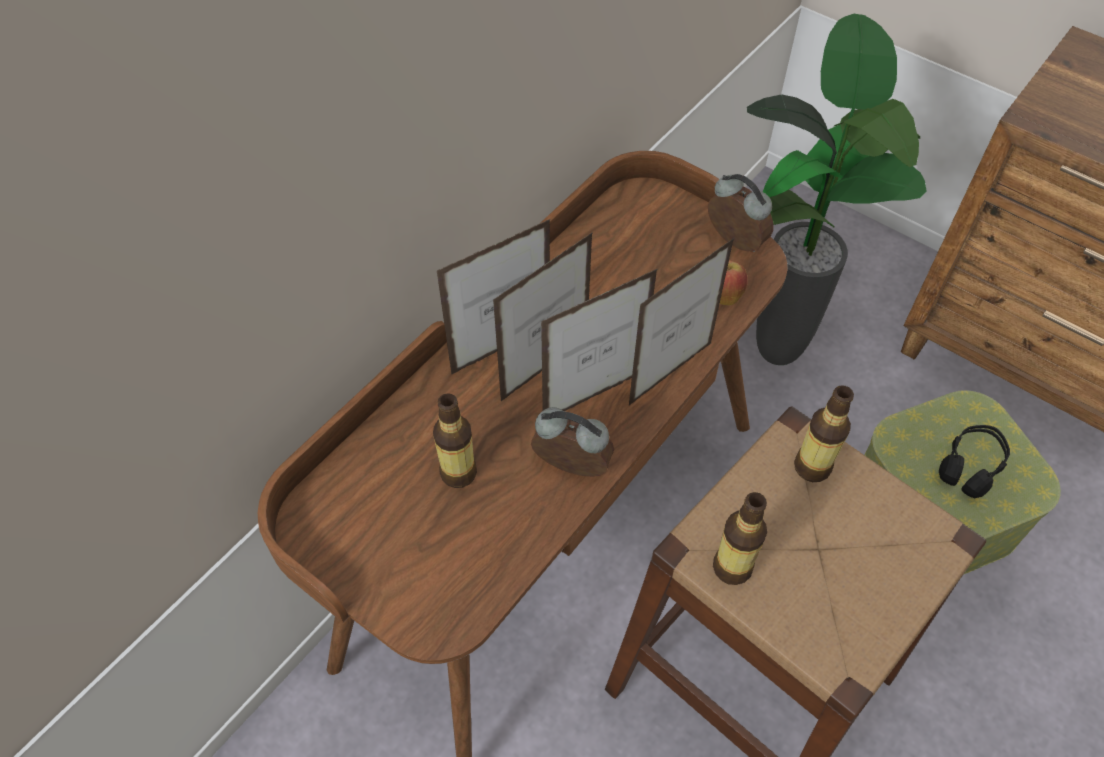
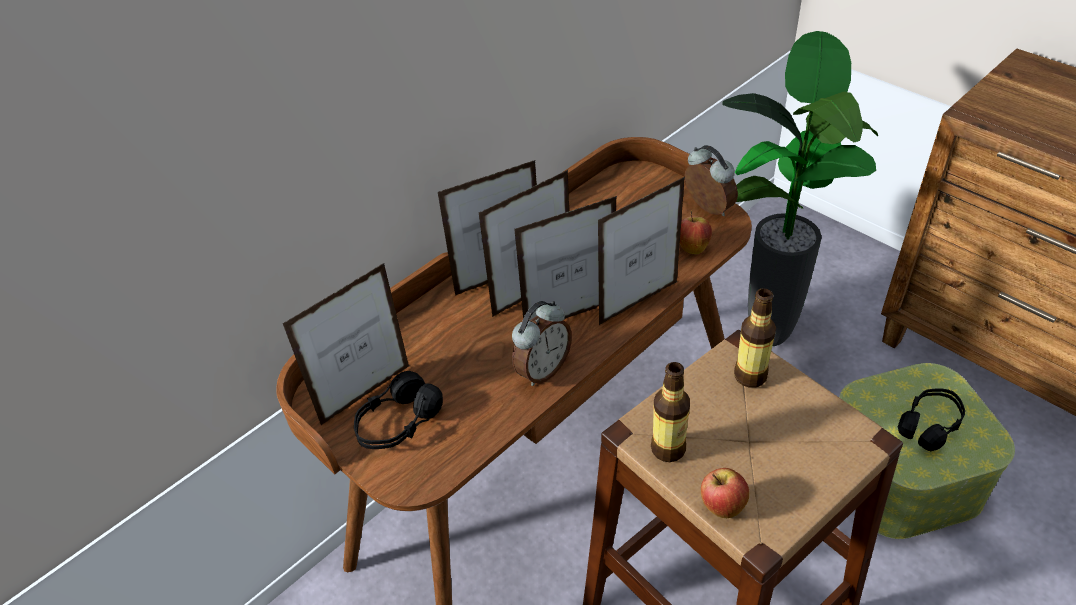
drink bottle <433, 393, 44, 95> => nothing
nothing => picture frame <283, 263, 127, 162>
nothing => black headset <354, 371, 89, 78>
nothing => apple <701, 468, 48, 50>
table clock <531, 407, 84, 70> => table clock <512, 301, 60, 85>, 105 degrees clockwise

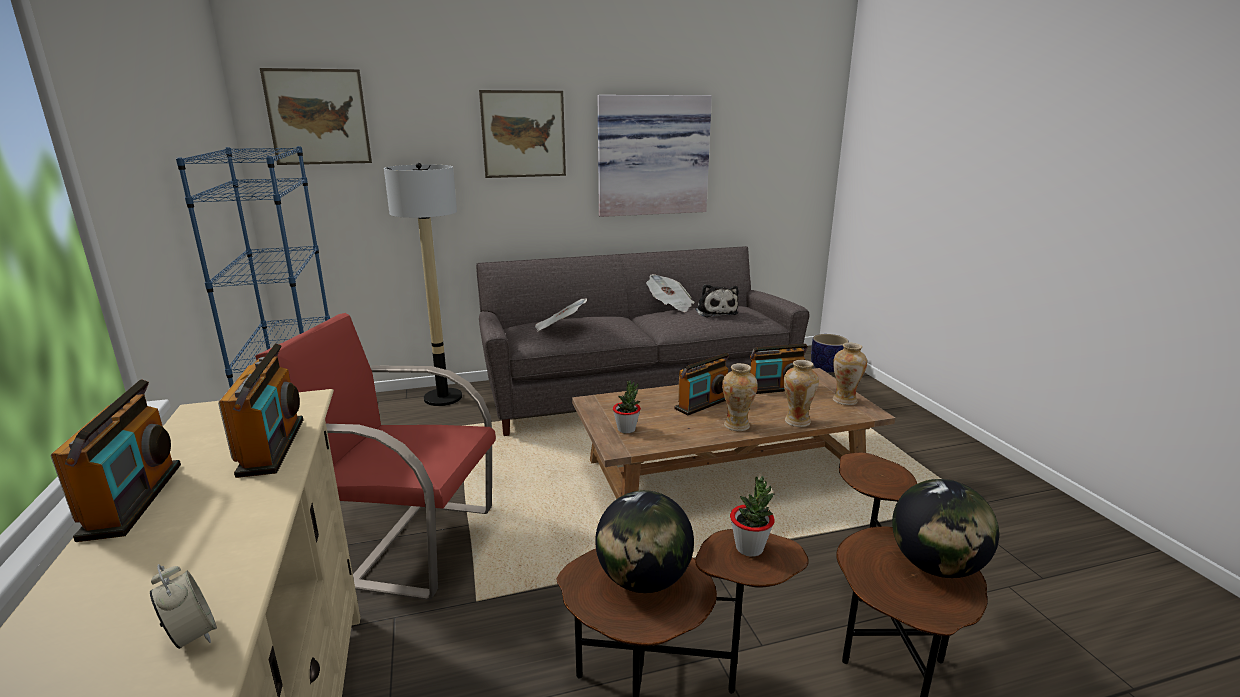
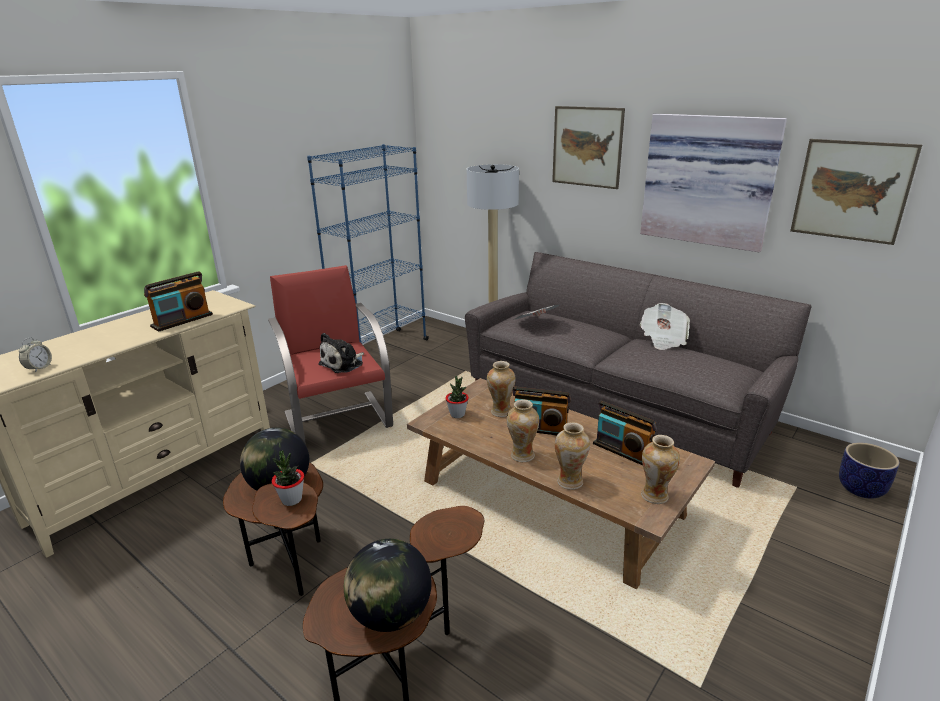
radio <51, 379, 130, 163> => nothing
nothing => decorative vase <487, 361, 29, 56>
picture <260, 68, 112, 97> => picture <790, 139, 132, 106>, shifted
cuddly toy <695, 284, 44, 33> => cuddly toy <318, 333, 46, 40>, shifted

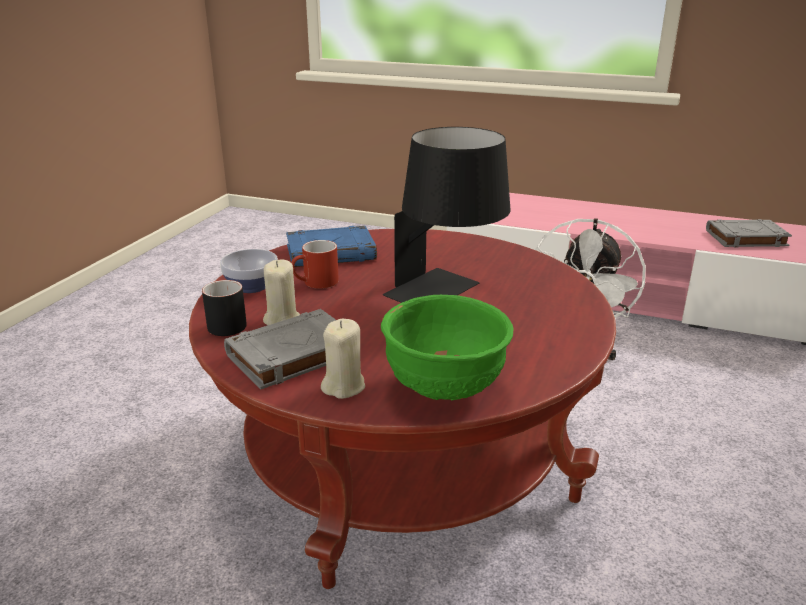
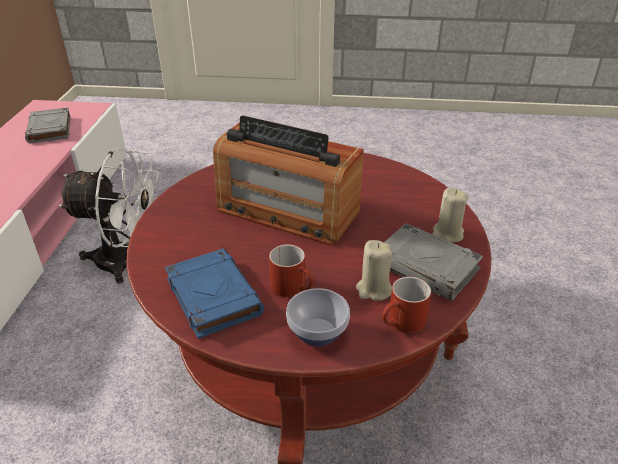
green-coloured serving bowl <381, 295, 133, 105> => nothing
black lamp for a table <383, 127, 127, 176> => radio <213, 116, 151, 130>
black tea mug <202, 280, 45, 56> => reddish tea mug <382, 277, 49, 56>

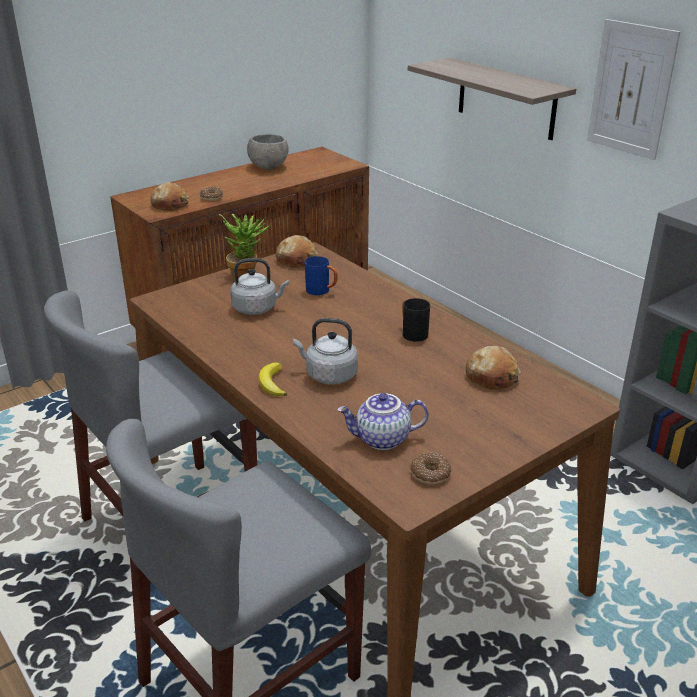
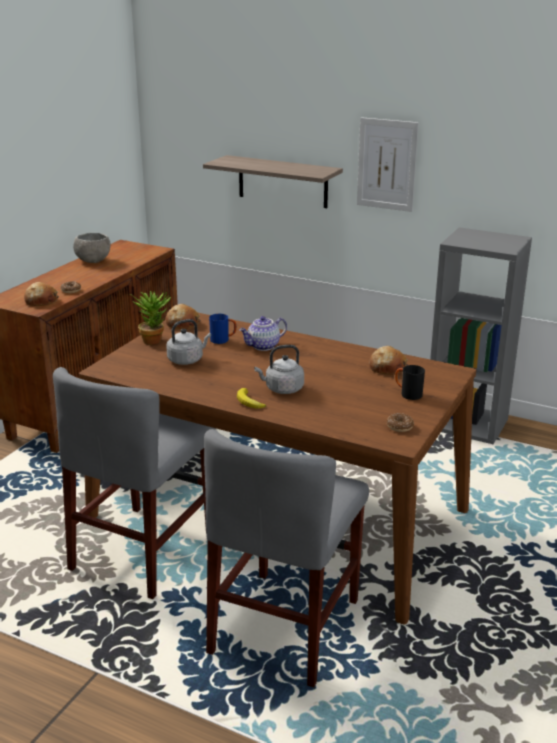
pot for tea <337, 393, 92, 57> => pot for tea <239, 316, 48, 35>, shifted
black tea mug <402, 298, 28, 44> => black tea mug <395, 365, 30, 35>, shifted

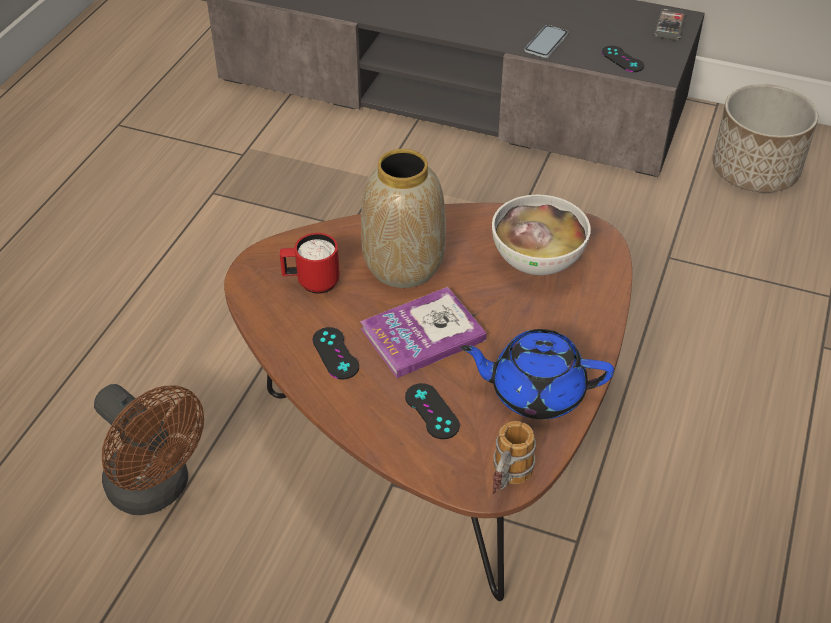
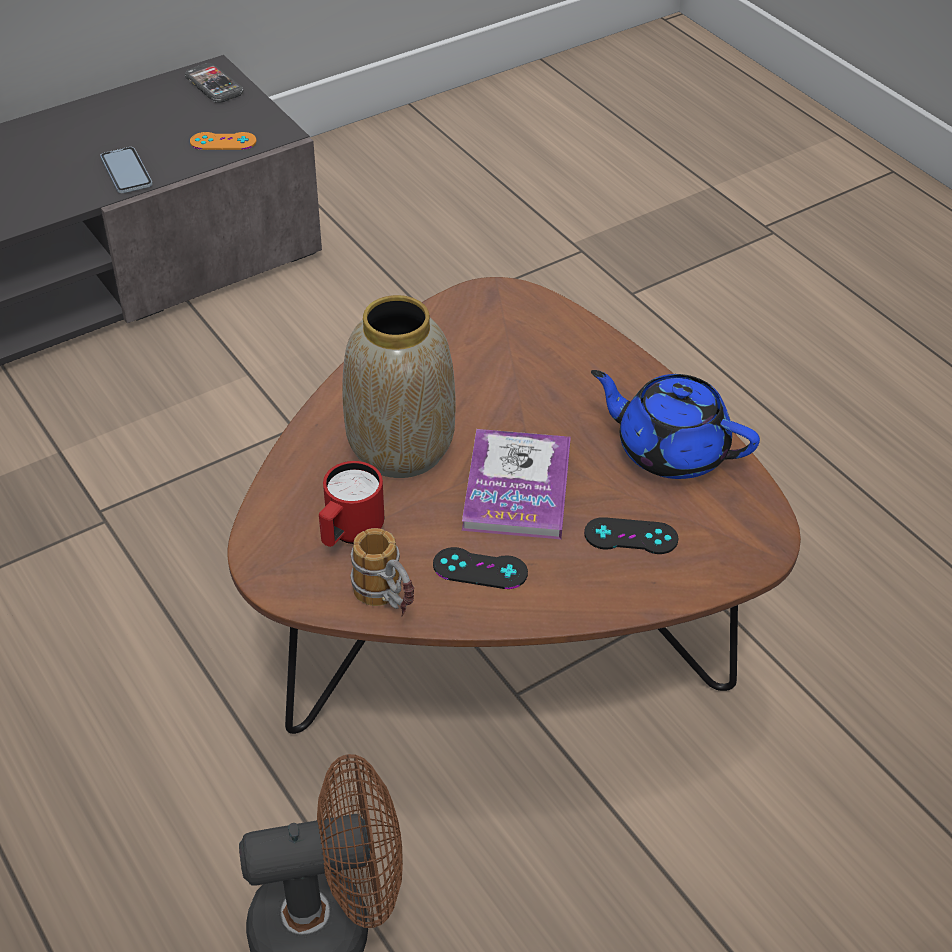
serving bowl <492, 195, 99, 80> => nothing
flower pot <712, 84, 106, 109> => nothing
tea mug <492, 421, 44, 73> => tea mug <350, 528, 64, 89>, shifted
black game controller <602, 46, 42, 26> => orange game controller <190, 132, 66, 18>
blue pot for tea <460, 329, 154, 90> => blue pot for tea <591, 370, 169, 109>, 75 degrees clockwise

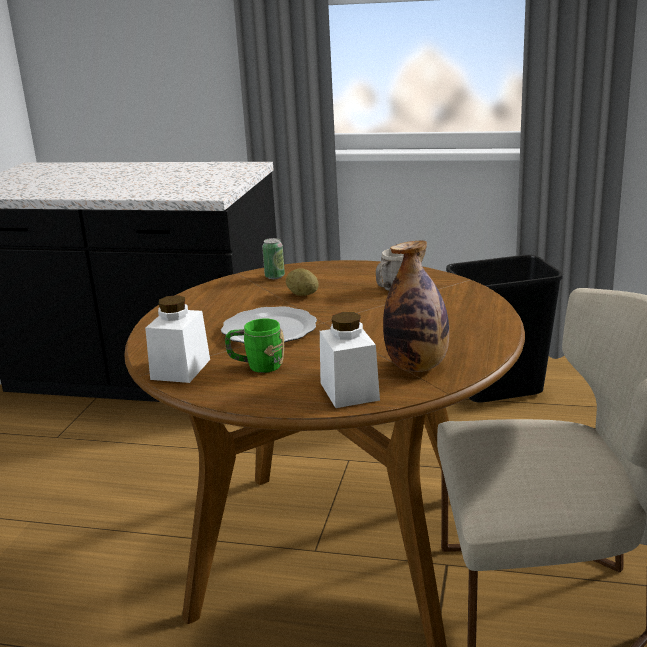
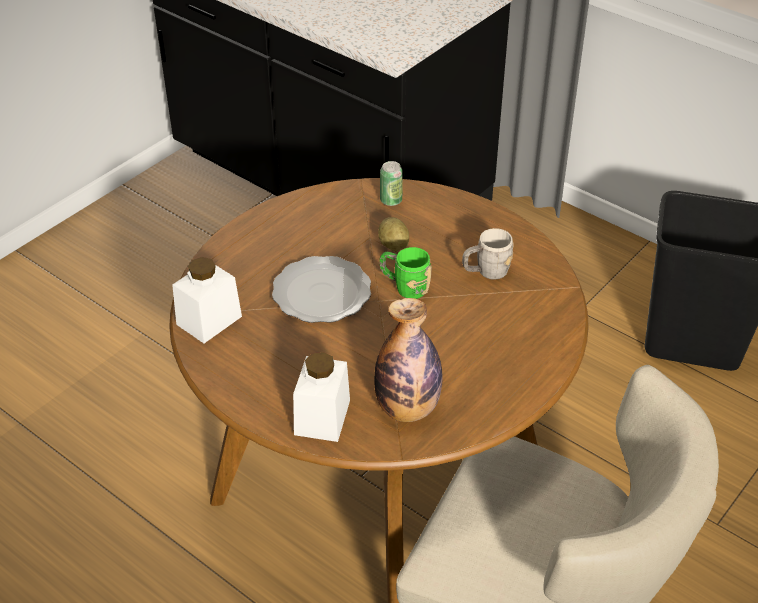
green-coloured tea mug <225, 318, 59, 55> => green-coloured tea mug <380, 247, 52, 52>, shifted

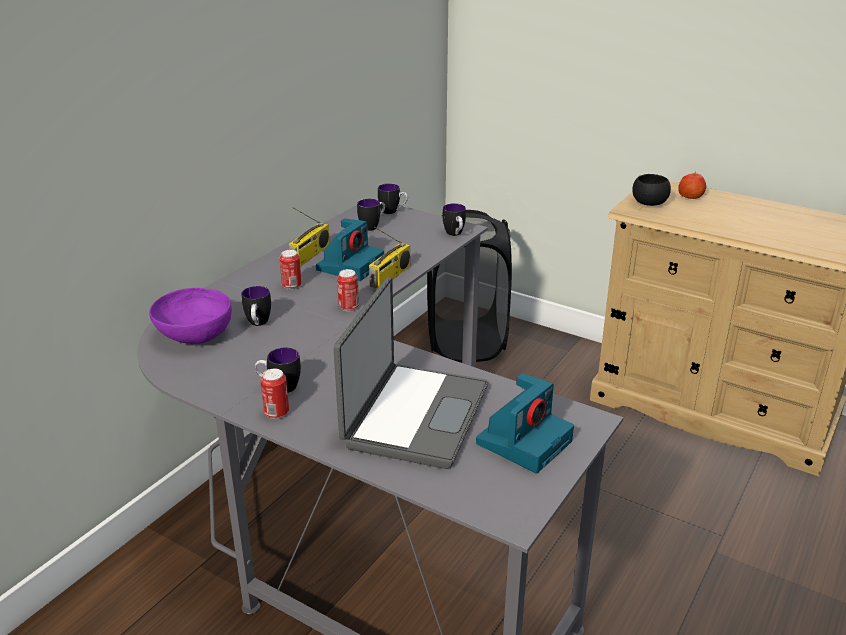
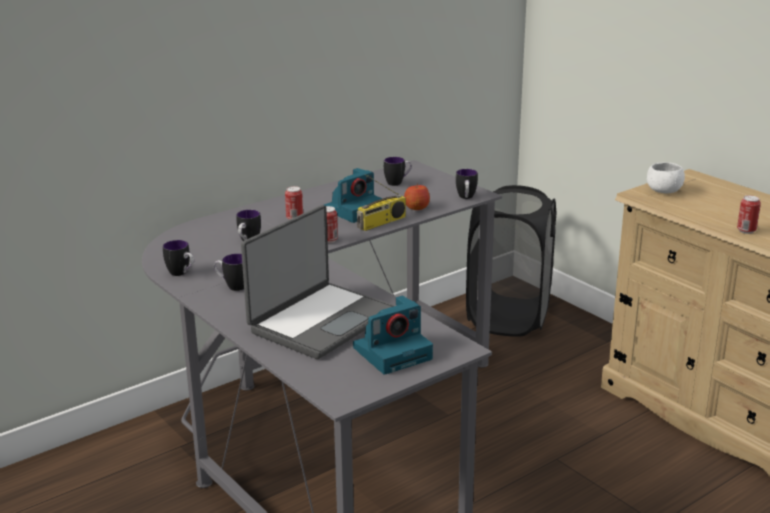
purplish serving bowl <149, 288, 83, 56> => nothing
radio <289, 207, 41, 59> => nothing
metal can <260, 369, 29, 50> => metal can <737, 195, 24, 39>, shifted
tea mug <378, 184, 30, 30> => tea mug <163, 240, 31, 36>, shifted
apple <678, 173, 28, 26> => apple <404, 183, 26, 27>, shifted
black serving bowl <632, 174, 39, 32> => white serving bowl <647, 162, 38, 31>

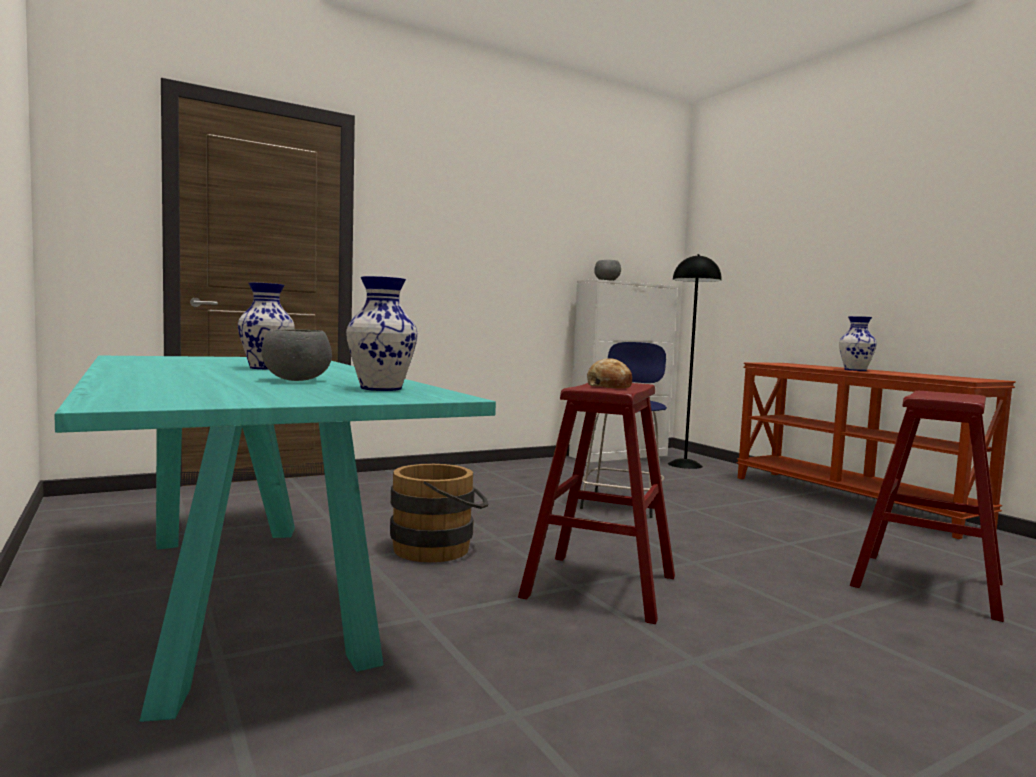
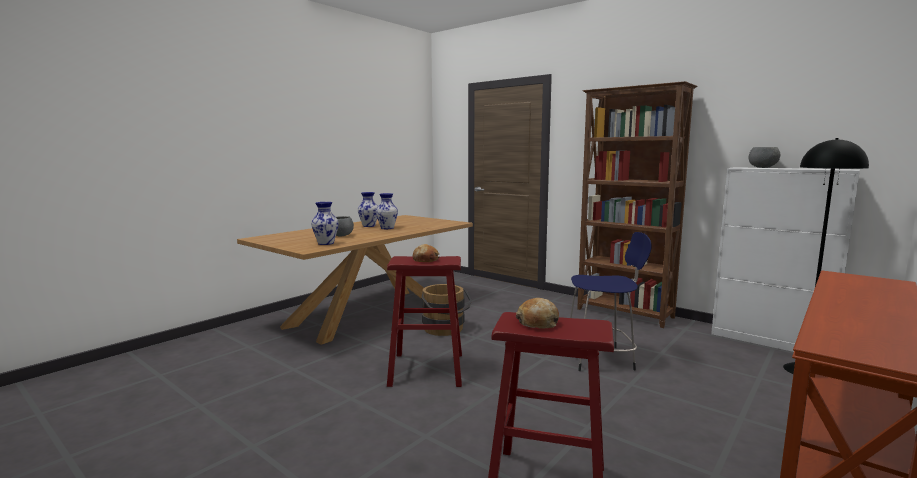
nothing => bakery bread <516, 298, 43, 31>
nothing => brown-coloured shelving unit <577, 81, 120, 247>
decorative vase <839, 316, 38, 55> => decorative vase <358, 192, 20, 35>, shifted
turquoise dinner table <54, 356, 442, 366> => brown-coloured dinner table <237, 215, 236, 130>

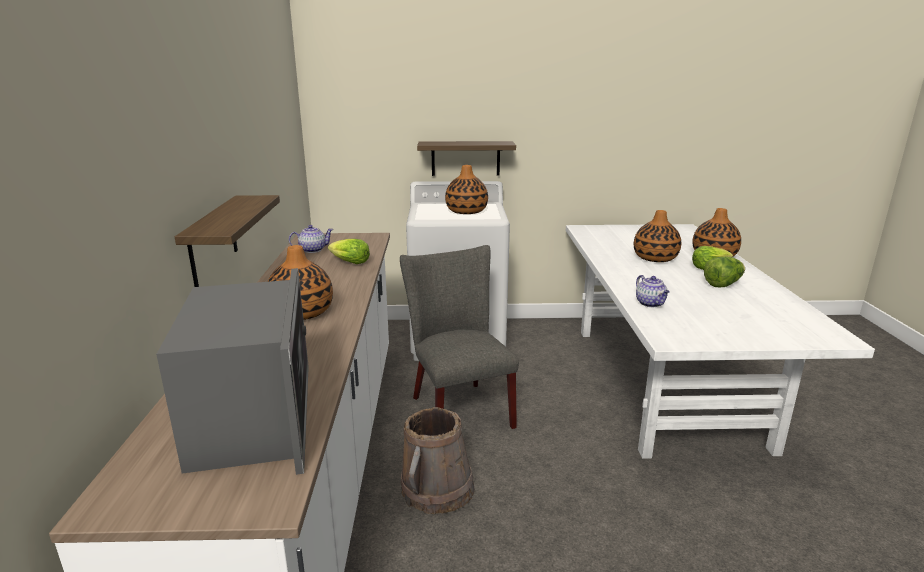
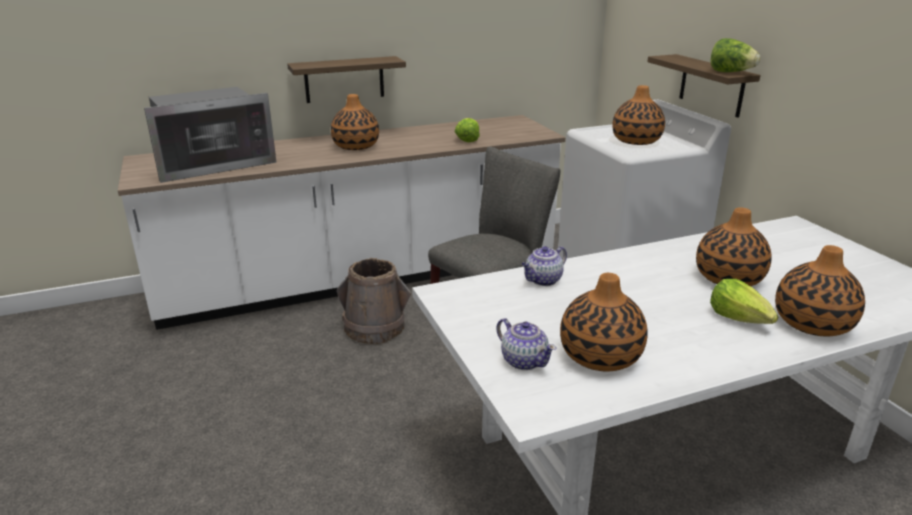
nothing => decorative vase <560, 273, 88, 99>
pot for tea <289, 225, 45, 28> => pot for tea <496, 318, 60, 52>, shifted
lettuce head <704, 257, 41, 30> => lettuce head <711, 38, 49, 34>, shifted

